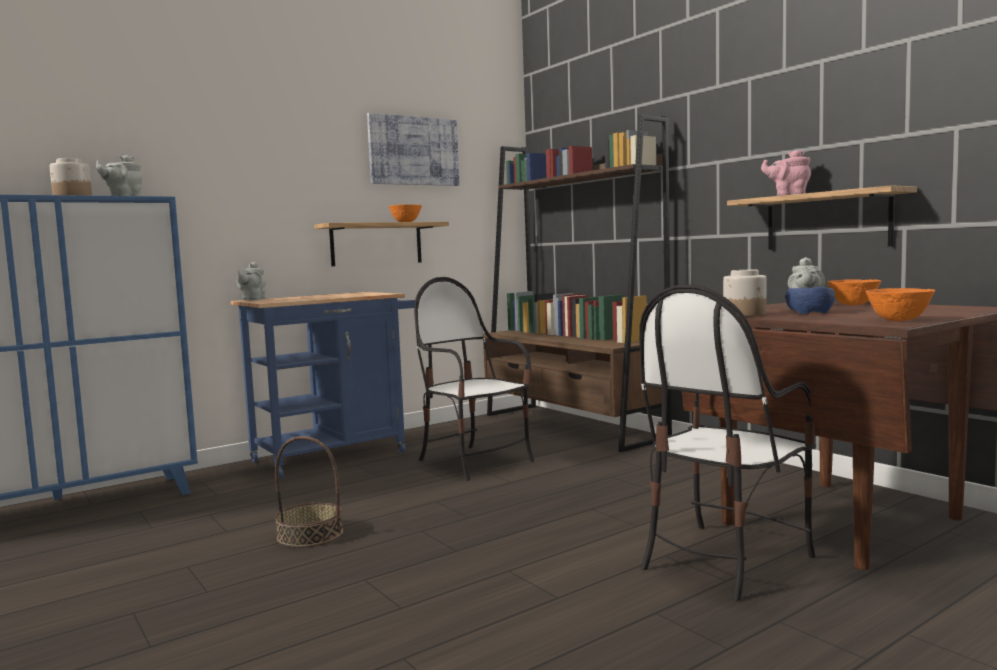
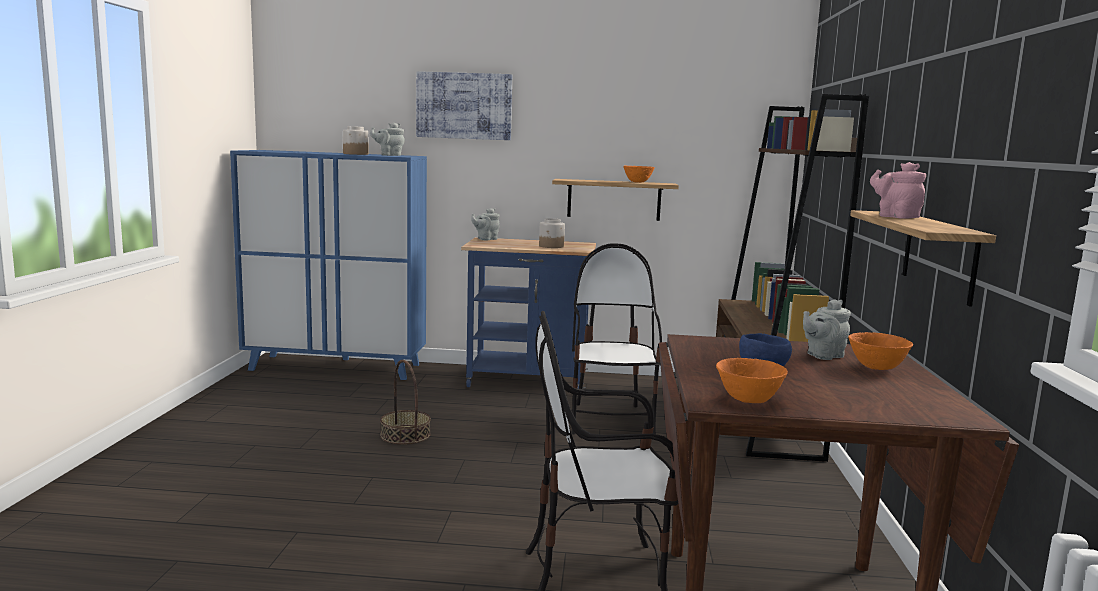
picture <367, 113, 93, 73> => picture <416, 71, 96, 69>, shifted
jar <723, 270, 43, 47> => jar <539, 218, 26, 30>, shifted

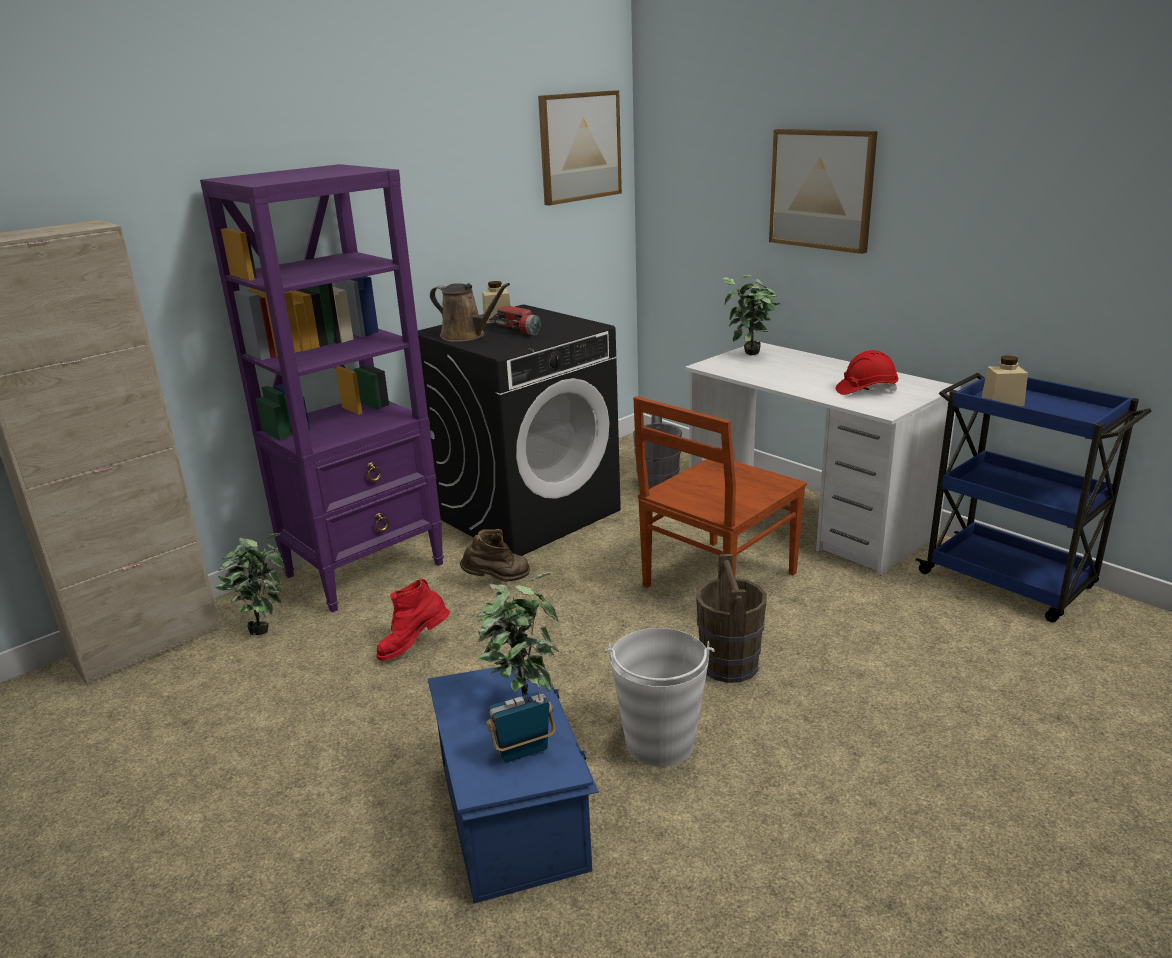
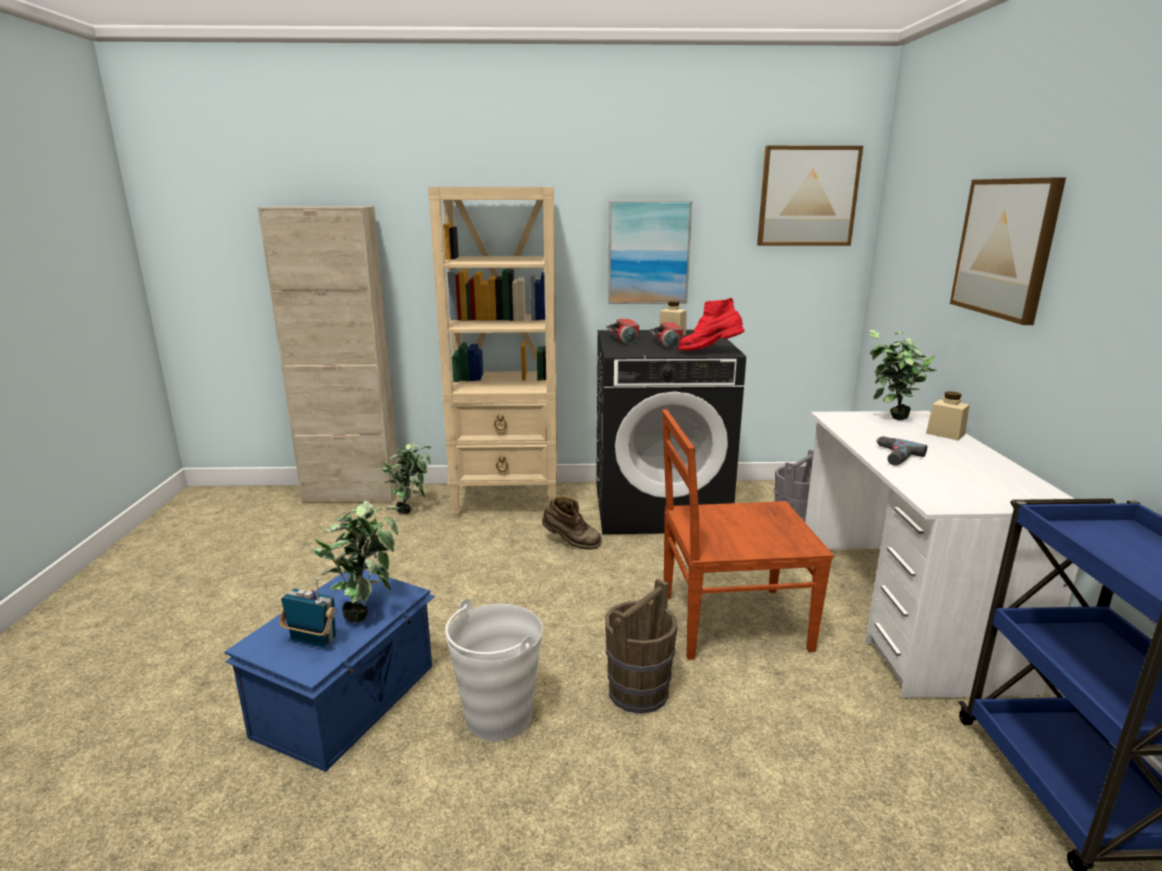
reddish work helmet <835, 350, 64, 45> => nothing
nothing => picture <608, 200, 84, 104>
nothing => electric drill <876, 436, 51, 30>
reddish boot <376, 578, 74, 83> => reddish boot <678, 298, 67, 53>, shifted
sand-coloured jar <982, 355, 46, 51> => sand-coloured jar <926, 391, 43, 49>, shifted
brown-coloured watering pot <430, 283, 80, 59> => torch <606, 319, 33, 25>
purplish shelving unit <200, 164, 244, 449> => sand-coloured shelving unit <428, 187, 129, 332>

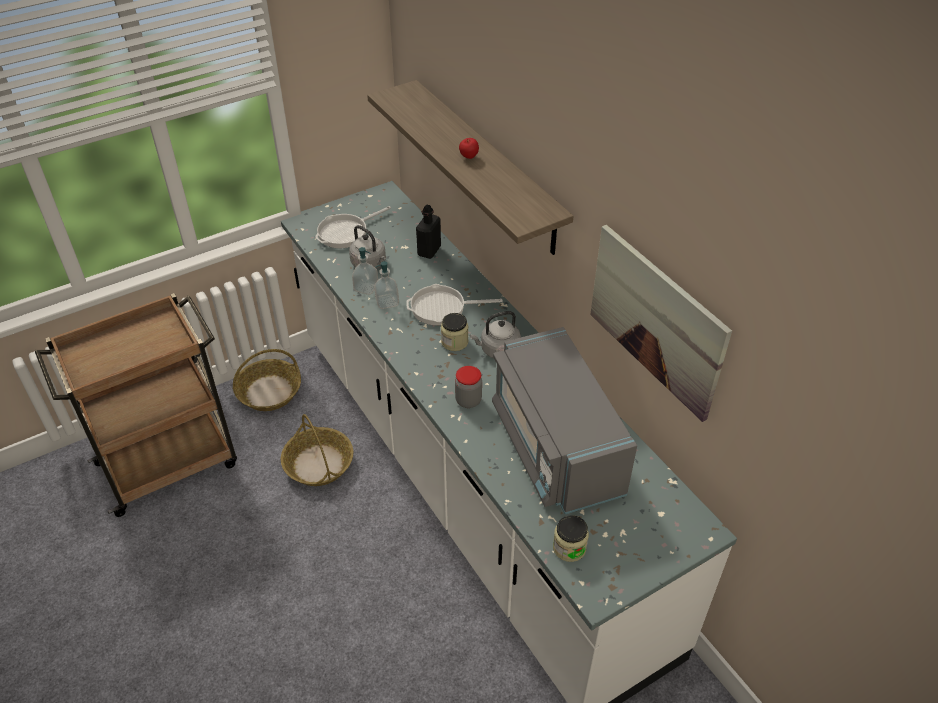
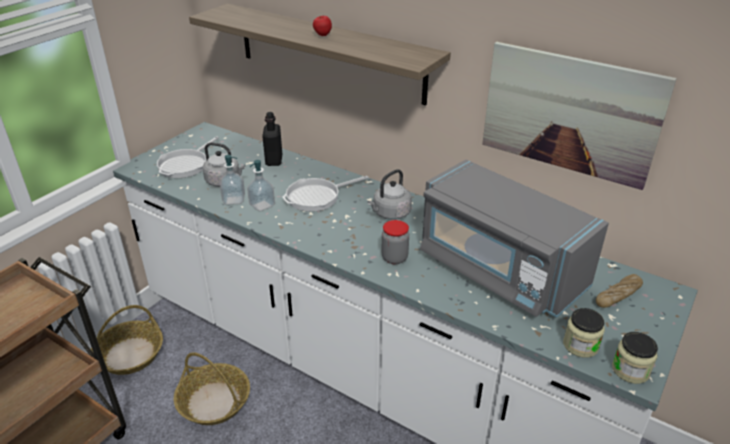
nothing => bakery bread <596, 274, 47, 34>
jar <441, 313, 27, 38> => jar <612, 332, 46, 52>, shifted

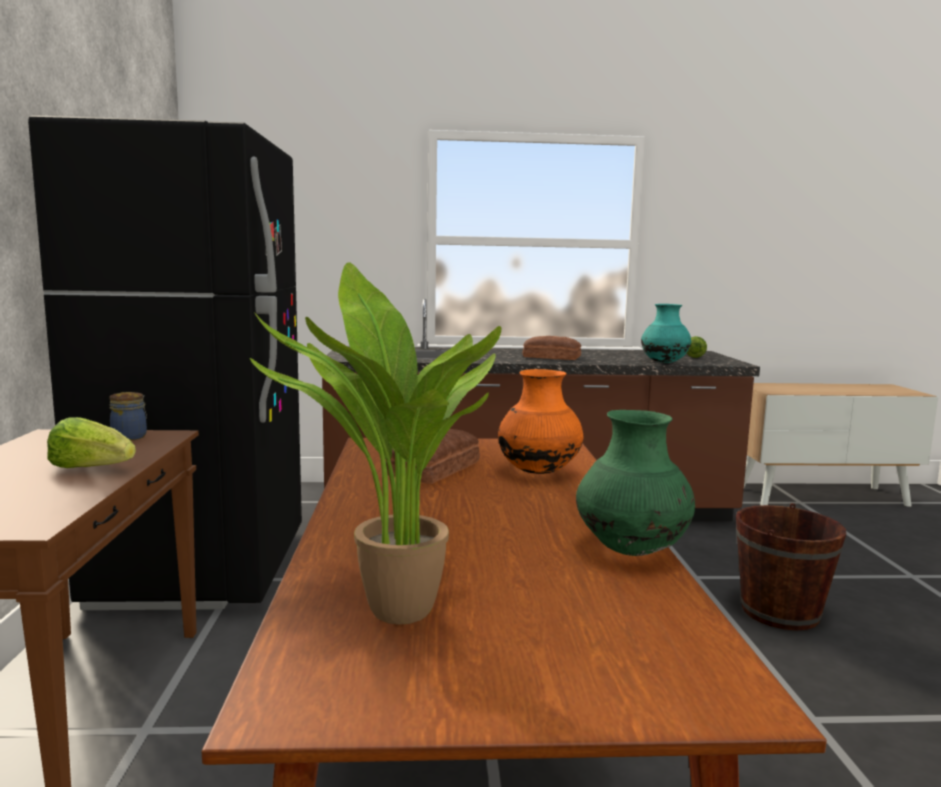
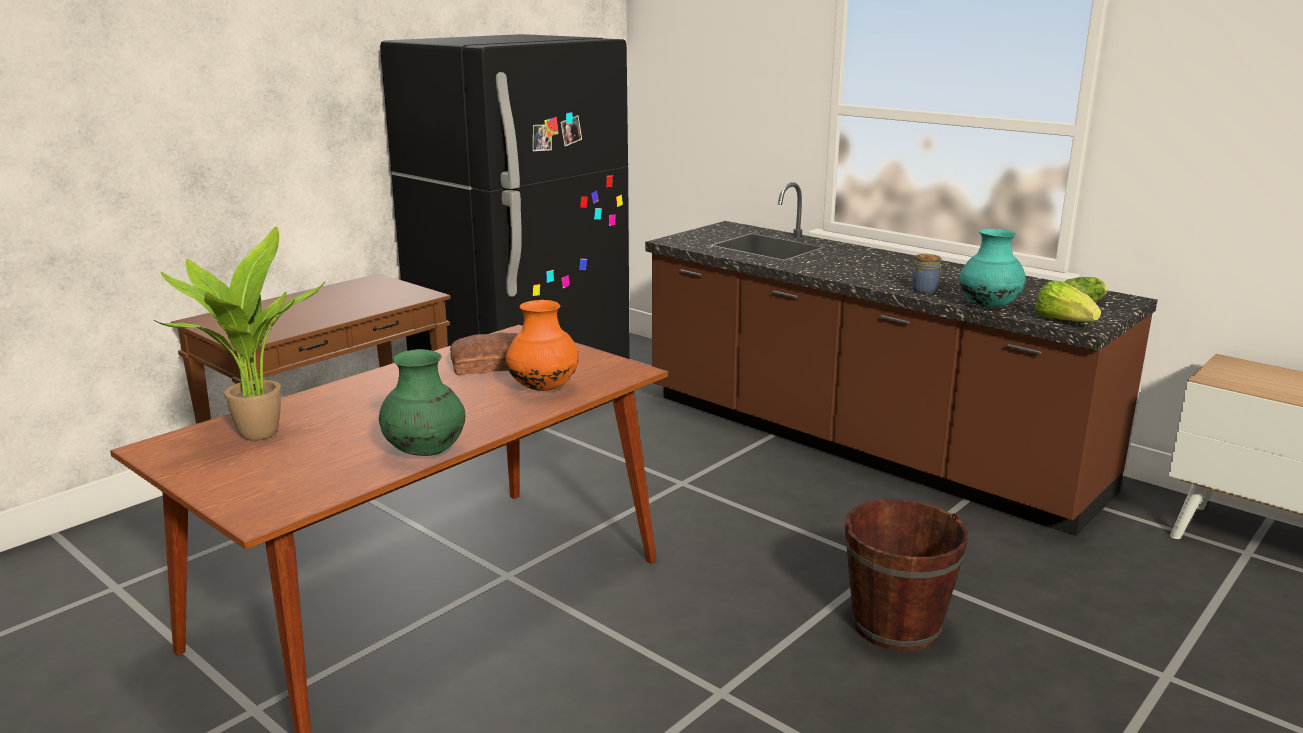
bakery bread <523, 336, 58, 24> => nothing
lettuce head <47, 417, 89, 51> => lettuce head <1035, 281, 66, 41>, shifted
jar <109, 392, 38, 48> => jar <912, 254, 30, 40>, shifted

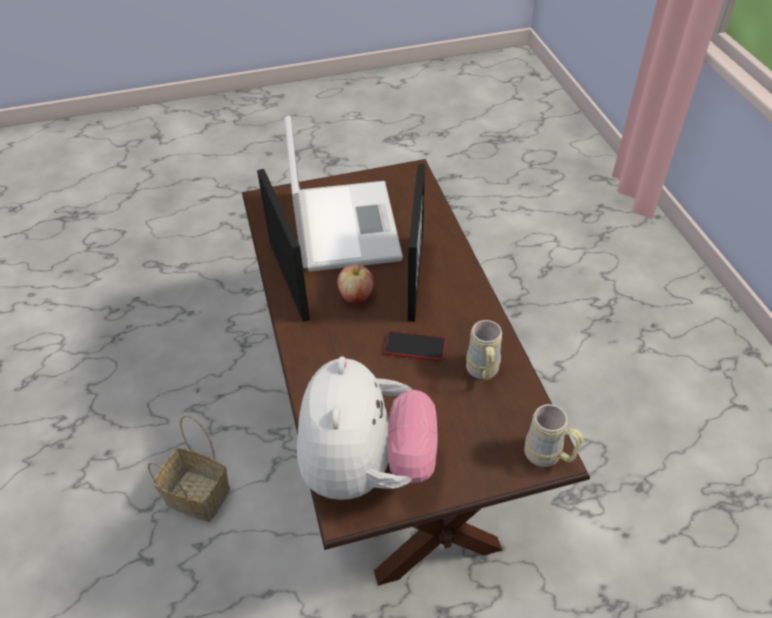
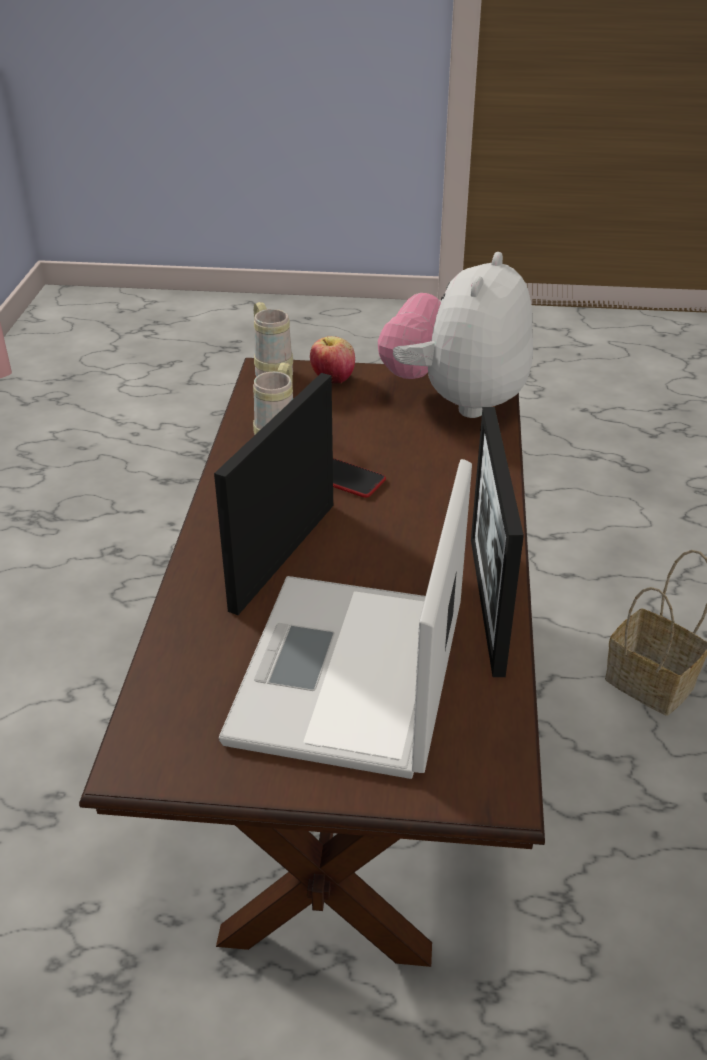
apple <337, 264, 37, 39> => apple <310, 336, 45, 48>, shifted

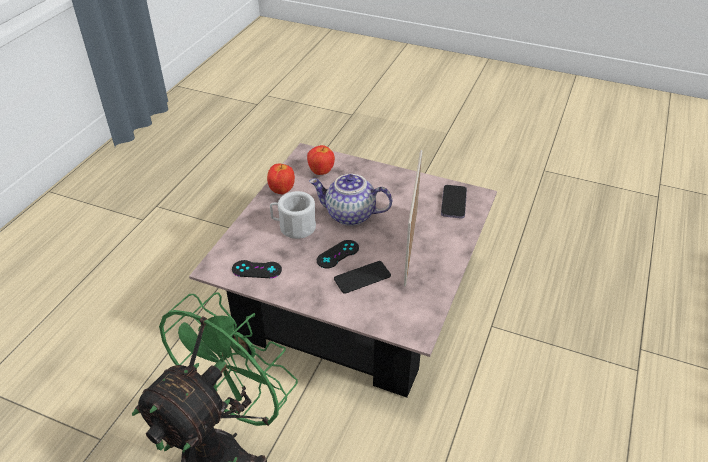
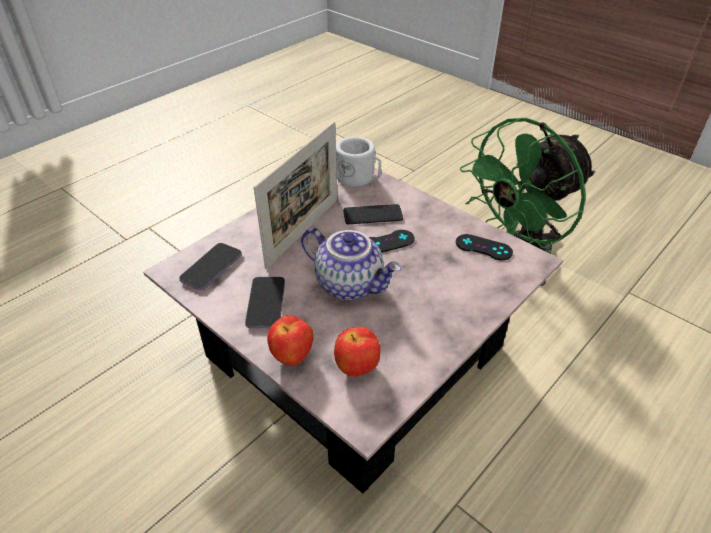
nothing => telephone <245, 277, 40, 51>
apple <267, 164, 28, 30> => apple <267, 316, 47, 50>, shifted
white tea mug <270, 191, 46, 48> => white tea mug <336, 137, 45, 50>, shifted

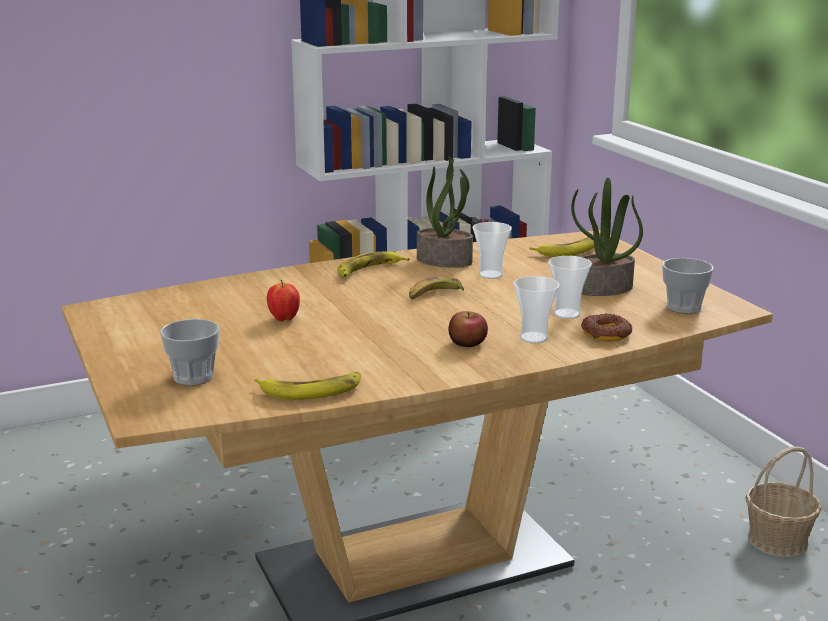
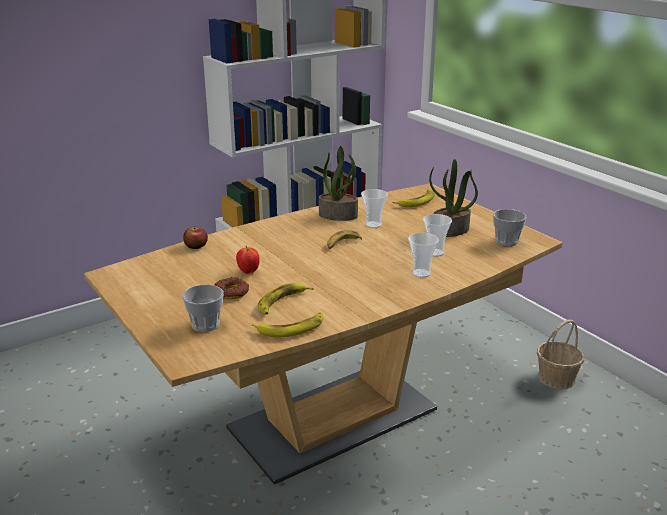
banana <337, 251, 72, 26> => banana <258, 283, 55, 32>, shifted
apple <449, 311, 39, 36> => apple <183, 227, 25, 22>, shifted
doughnut <581, 313, 51, 28> => doughnut <215, 277, 34, 23>, shifted

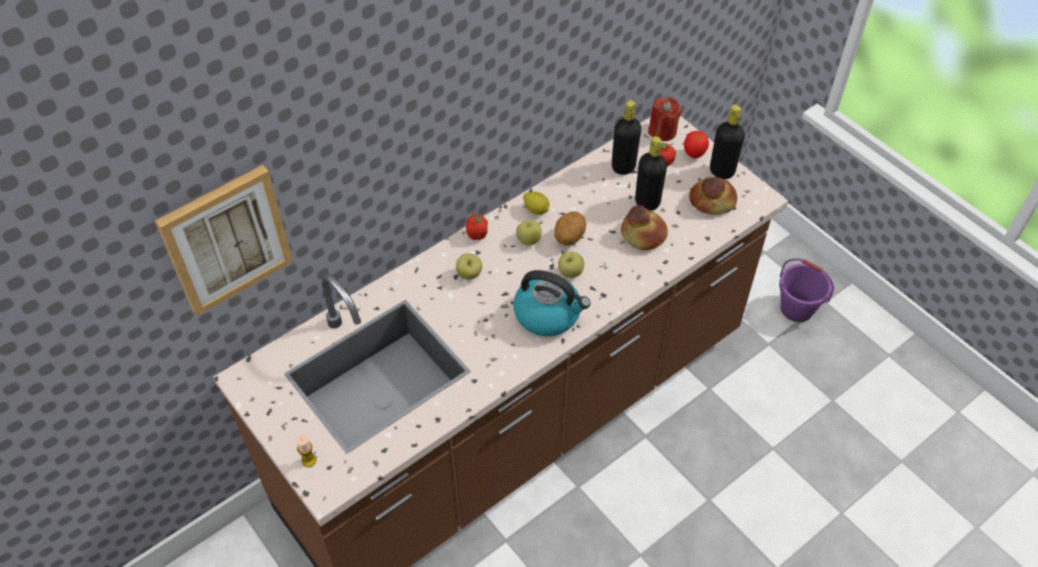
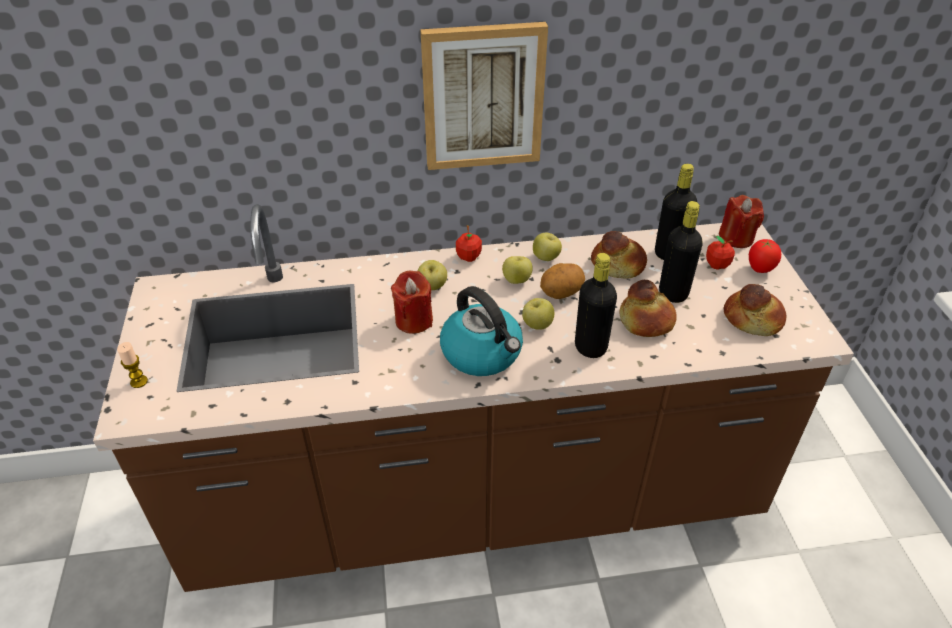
purplish water bucket <779, 258, 55, 64> => nothing
nothing => reddish candle <391, 270, 42, 64>
nothing => bakery bread <591, 231, 56, 48>
picture <155, 165, 138, 151> => picture <420, 22, 128, 148>, shifted
black drink bottle <710, 105, 35, 74> => black drink bottle <575, 253, 42, 105>, shifted
citrus fruit <523, 192, 27, 23> => apple <533, 233, 29, 28>

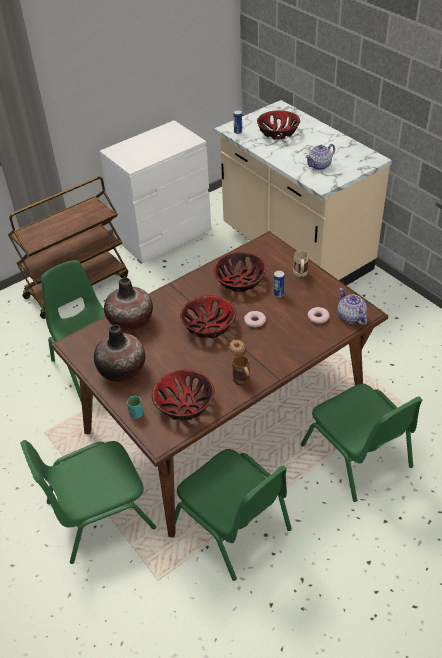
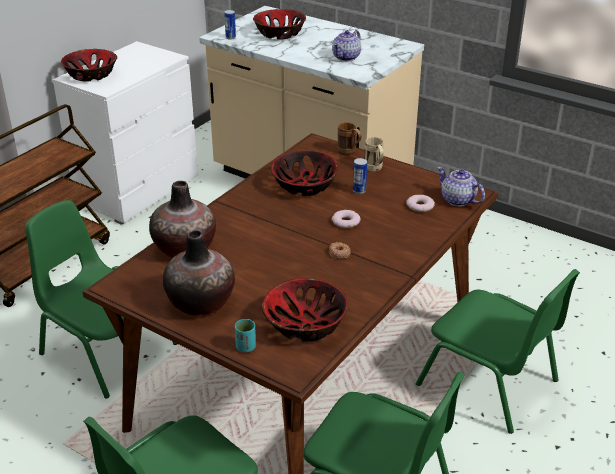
serving bowl <180, 295, 56, 43> => serving bowl <61, 49, 56, 33>, shifted
brown-coloured tea mug <232, 355, 18, 31> => brown-coloured tea mug <337, 122, 24, 34>, shifted

